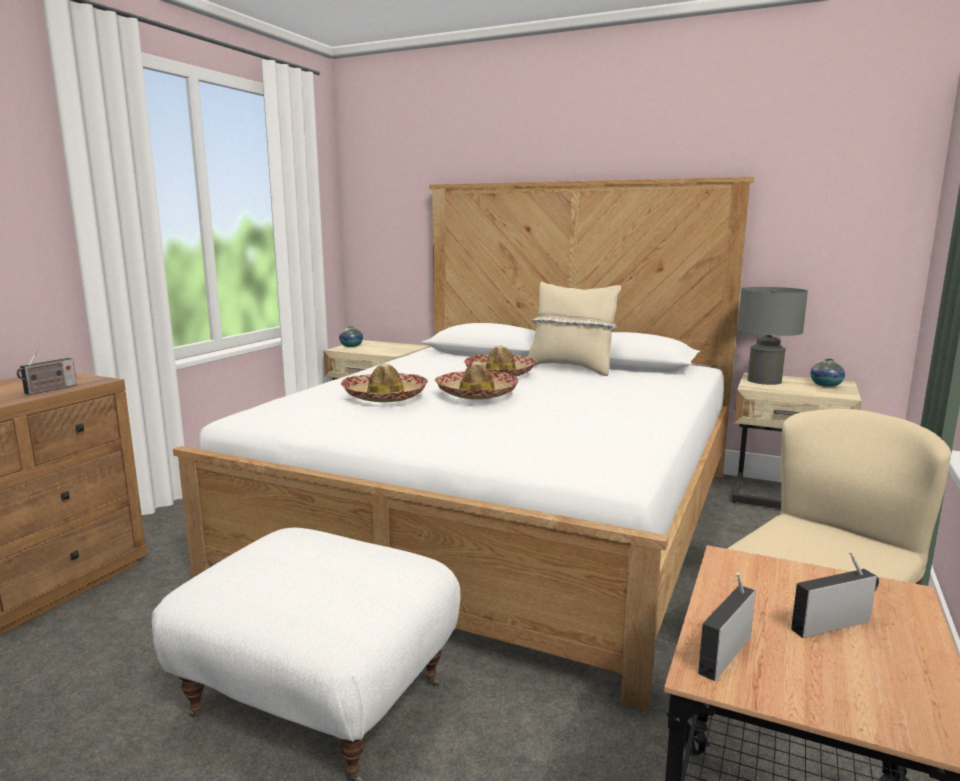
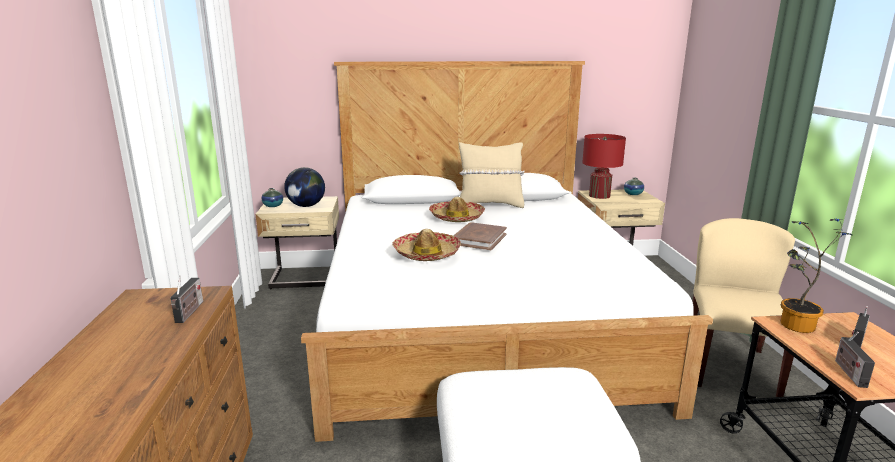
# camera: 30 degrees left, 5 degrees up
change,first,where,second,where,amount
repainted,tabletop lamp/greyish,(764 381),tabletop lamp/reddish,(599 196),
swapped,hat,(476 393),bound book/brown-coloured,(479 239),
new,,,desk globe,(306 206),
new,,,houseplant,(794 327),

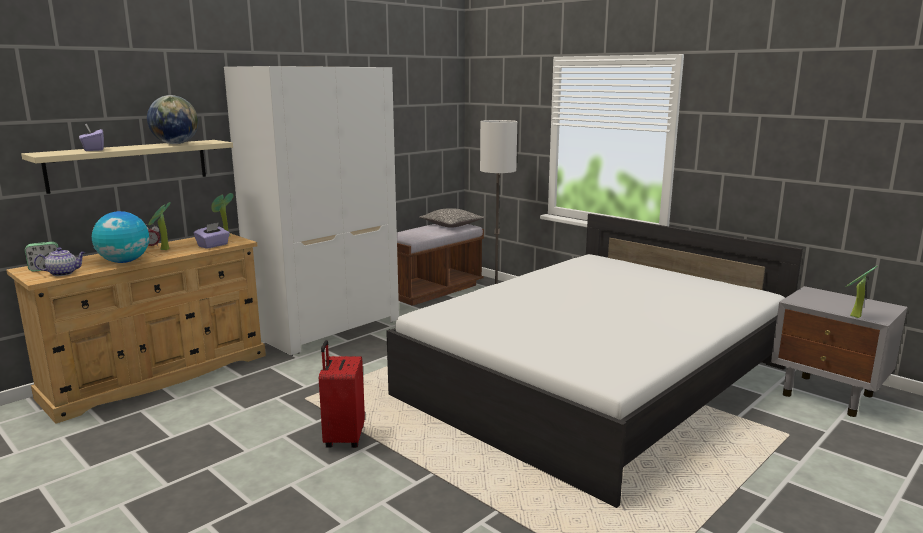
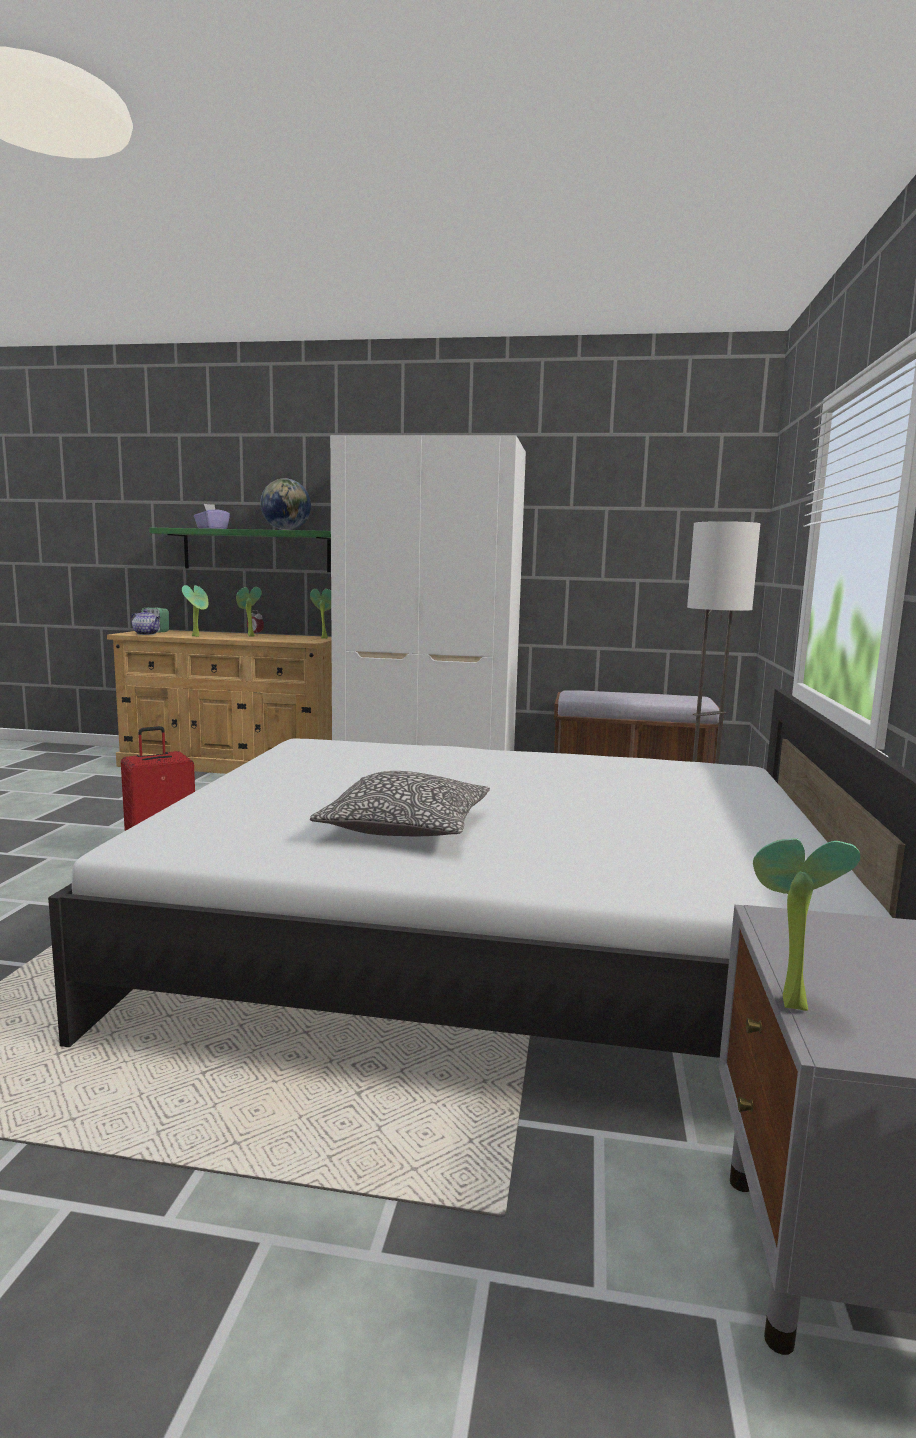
# camera: 55 degrees right, 5 degrees down
change,first,where,second,where,amount
repainted,shelf/beige-coloured,(129 165),shelf/greenish,(256 550),
shifted,cushion,(451 225),,(405 826),
swapped,desk globe,(124 262),houseplant,(197 636),
gone,box of tissues/purple-coloured,(213 245),,,

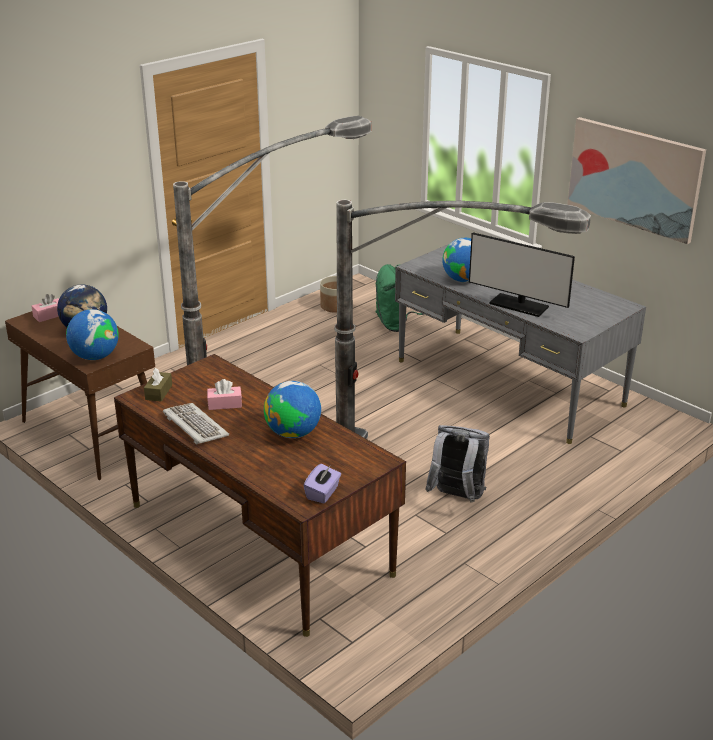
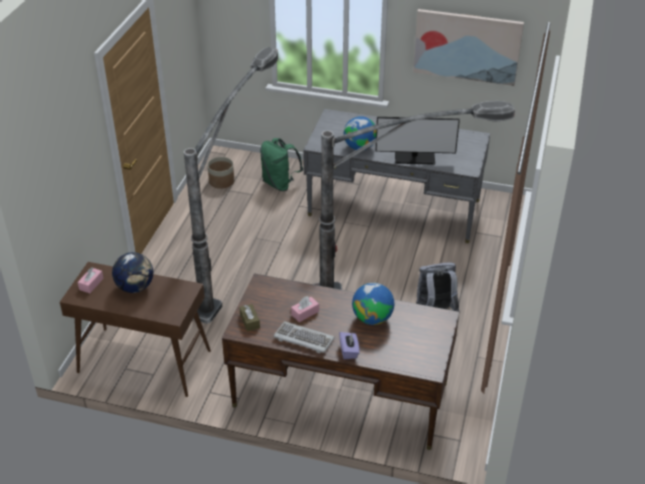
# camera: 30 degrees left, 10 degrees up
change,first,where,second,where,amount
gone,desk globe,(95 357),,,
shifted,box of tissues/purple-coloured,(323 493),,(349 351),

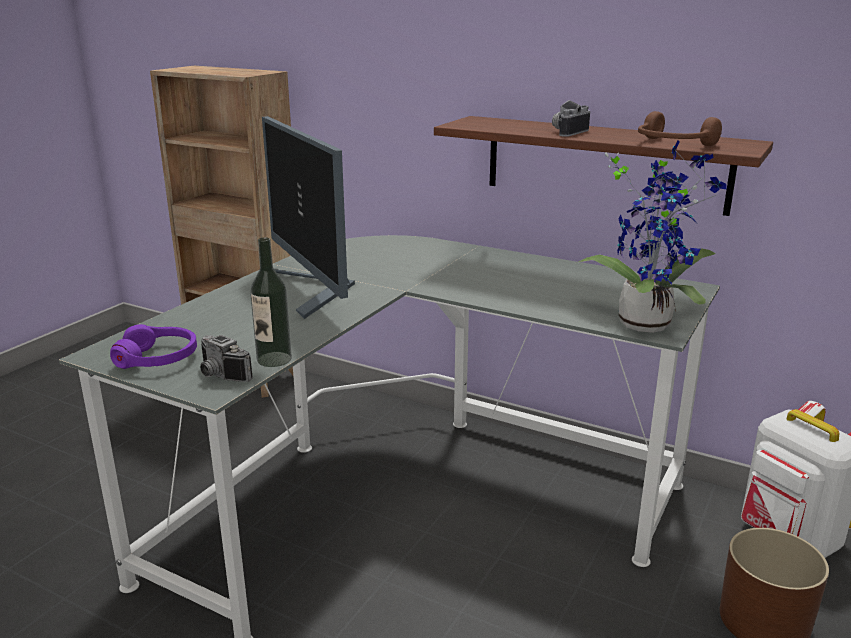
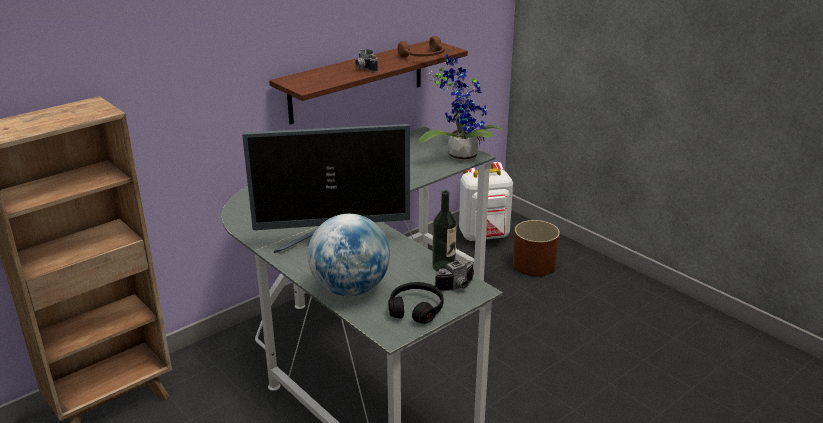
# camera: 70 degrees left, 5 degrees up
change,first,where,second,where,amount
repainted,headphones/purple-coloured,(158 358),headphones/blackish,(416 309),
new,,,desk globe,(350 289),

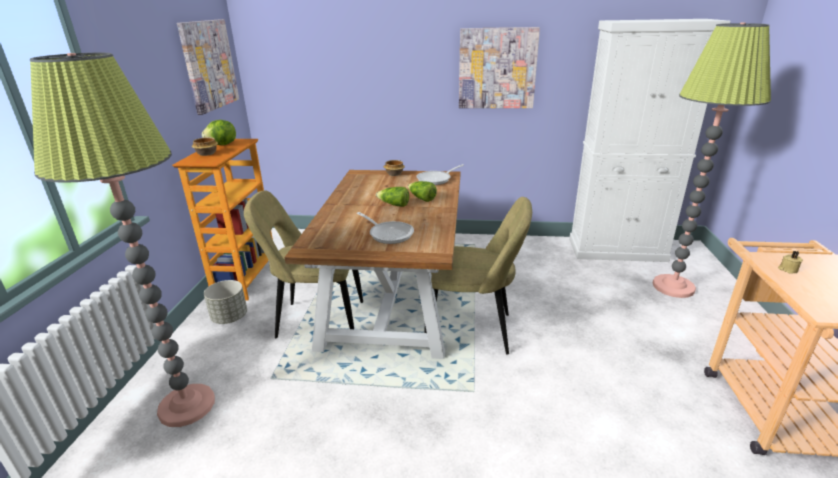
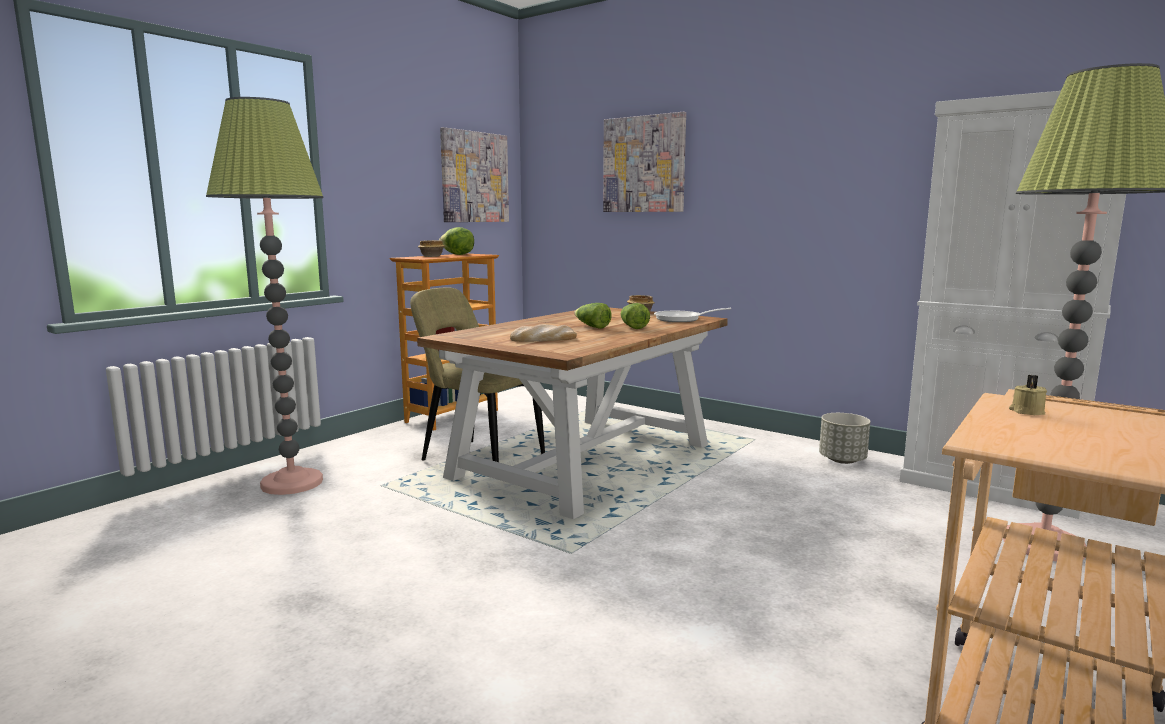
# camera: 30 degrees right, 15 degrees down
change,first,where,second,where,amount
shifted,wall art,(497 68),,(644 164),
gone,plain chair/beige-coloured,(473 330),,,
swapped,pan,(389 234),bread,(543 339),
shifted,flower pot/greyish,(230 317),,(842 460),

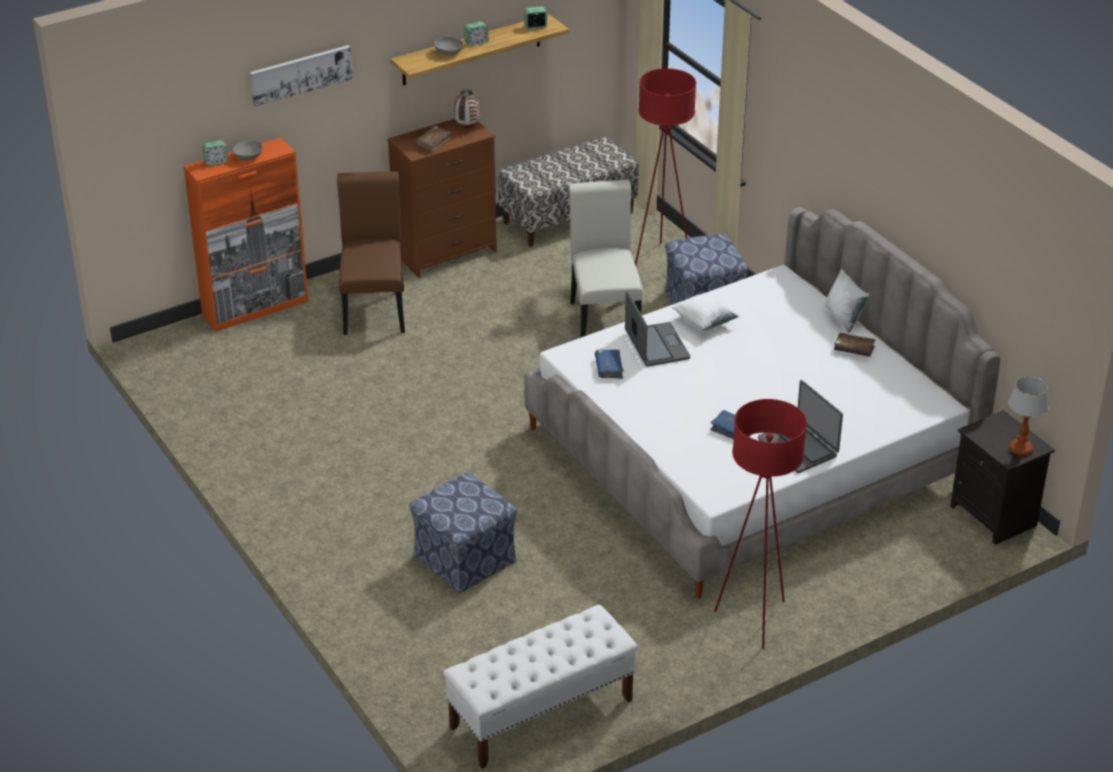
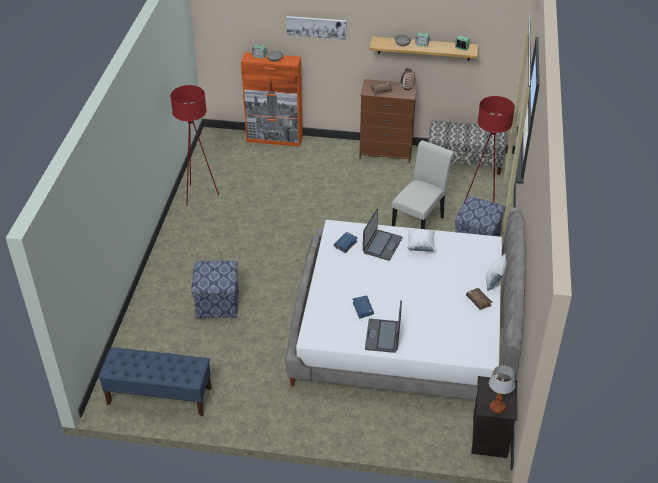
# camera: 40 degrees right, 5 degrees up
change,first,where,second,where,amount
gone,plain chair/brown-coloured,(374 308),,,
shifted,floor lamp/reddish,(755 620),,(199 195),
repainted,indoor bench/whitish,(541 714),indoor bench/bluish,(159 396),

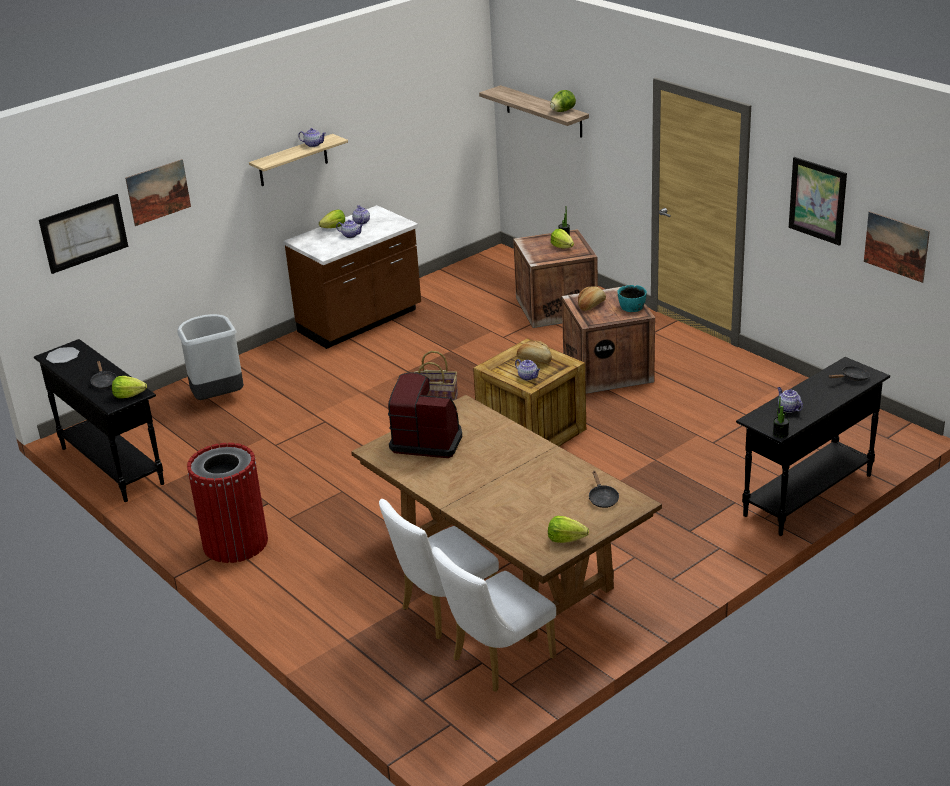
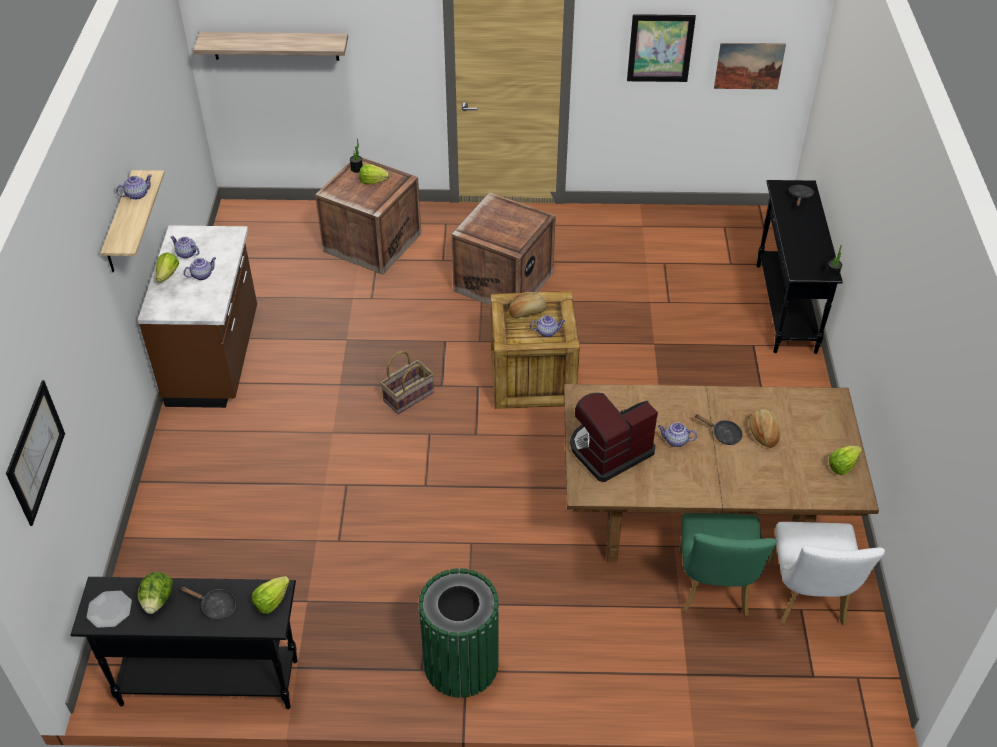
# camera: 50 degrees left, 15 degrees up
change,first,where,second,where,amount
shifted,lettuce,(562 111),,(157 600),
gone,wall art,(158 192),,,
gone,bowl/turquoise,(632 307),,,
shifted,bread,(591 305),,(763 433),
gone,trash can/greyish,(217 397),,,
shifted,pot for tea,(788 408),,(675 441),
repainted,trash can/reddish,(235 543),trash can/greenish,(461 664),
shifted,pan/blackish,(602 498),,(723 434),
repainted,plain chair/whitish,(443 611),plain chair/greenish,(714 589),

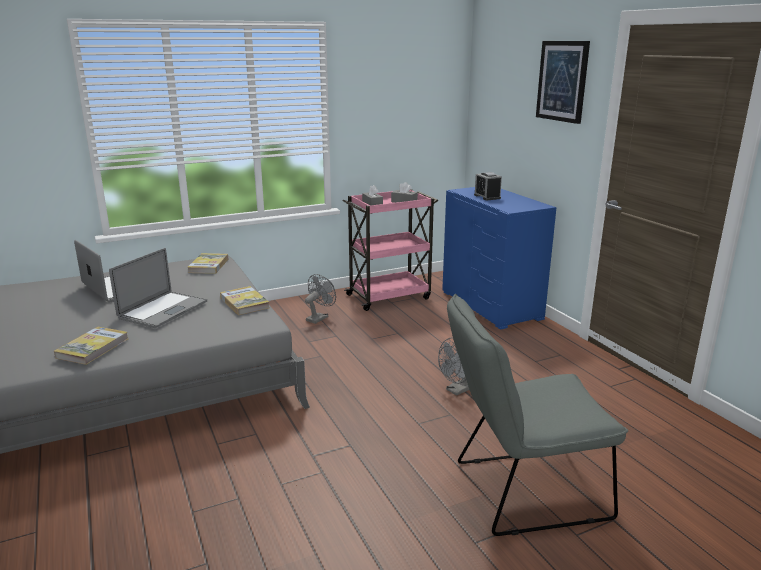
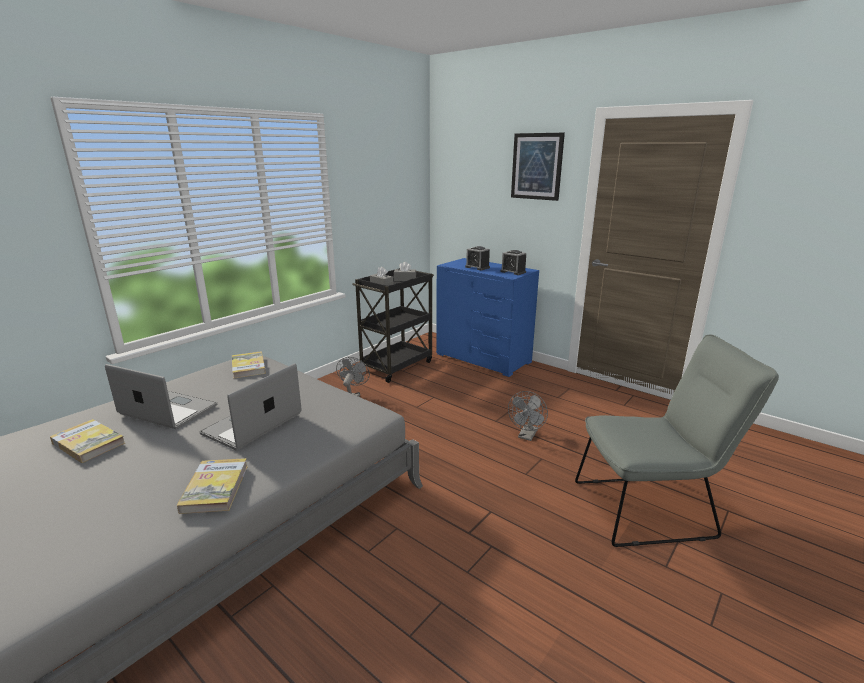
# camera: 25 degrees left, 0 degrees up
change,first,where,second,where,amount
repainted,cart/pinkish,(390 296),cart/blackish,(397 366),
rotated,portable computer,(163 310),,(253 424),150 degrees counterclockwise
shifted,bound book,(244 303),,(88 443),
rotated,plain chair/greyish,(520 491),,(651 509),150 degrees counterclockwise
new,,,alarm clock,(513 272),

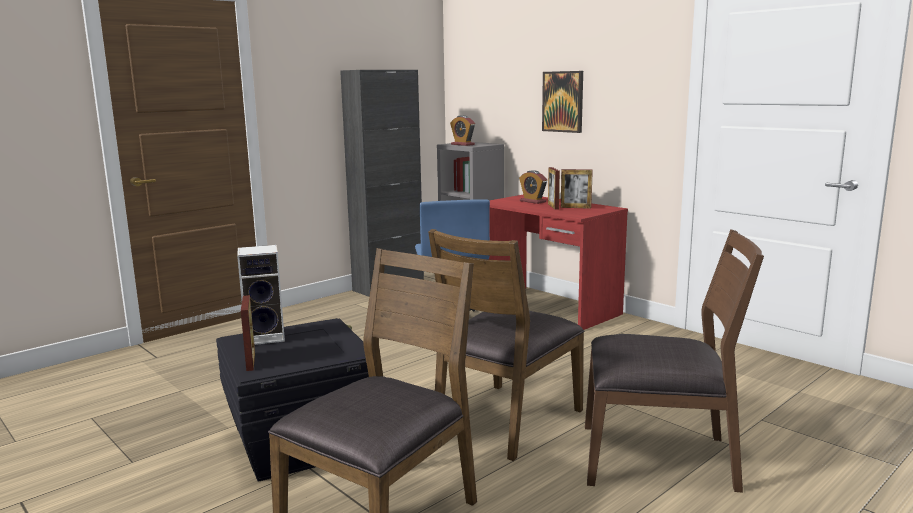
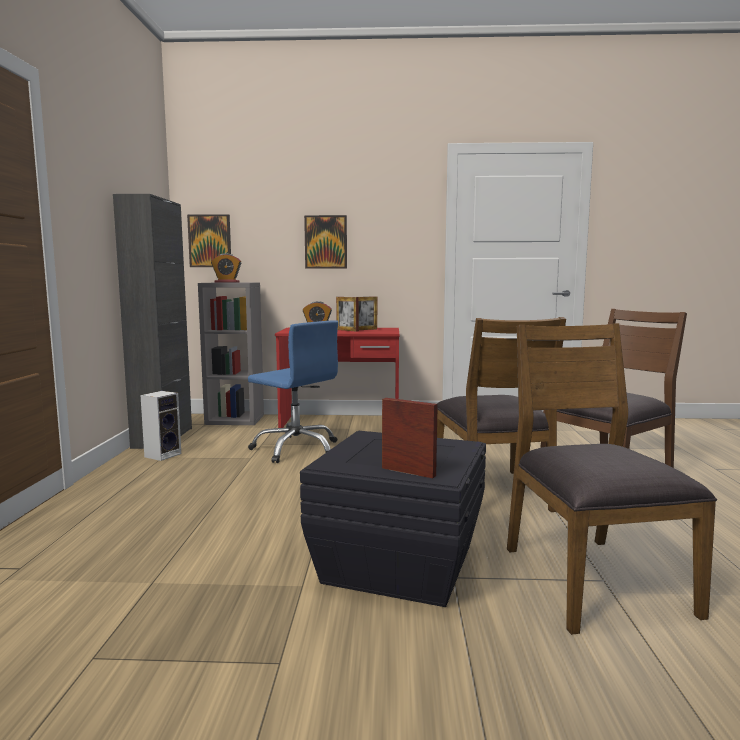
# camera: 45 degrees left, 5 degrees down
change,first,where,second,where,amount
shifted,audio speaker,(267 337),,(163 455),
new,,,wall art,(210 241),

